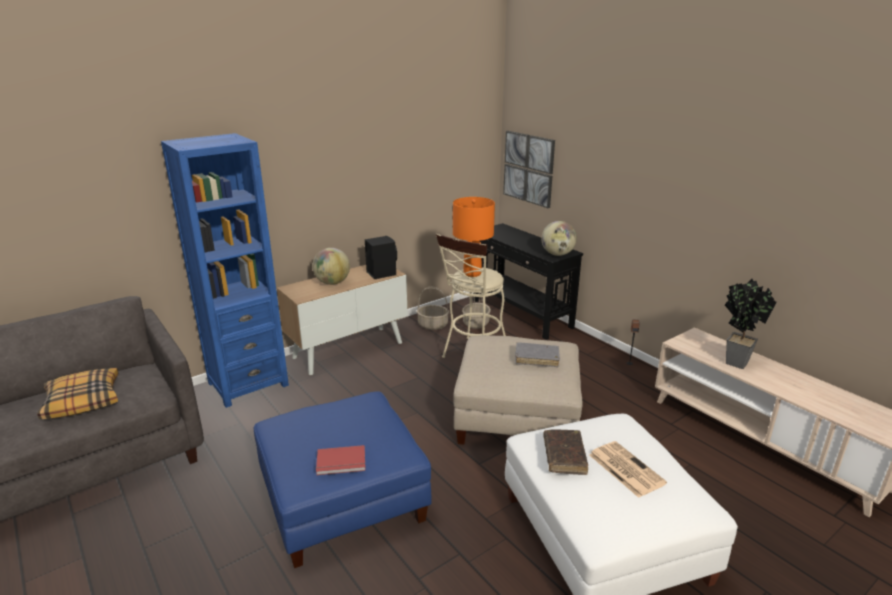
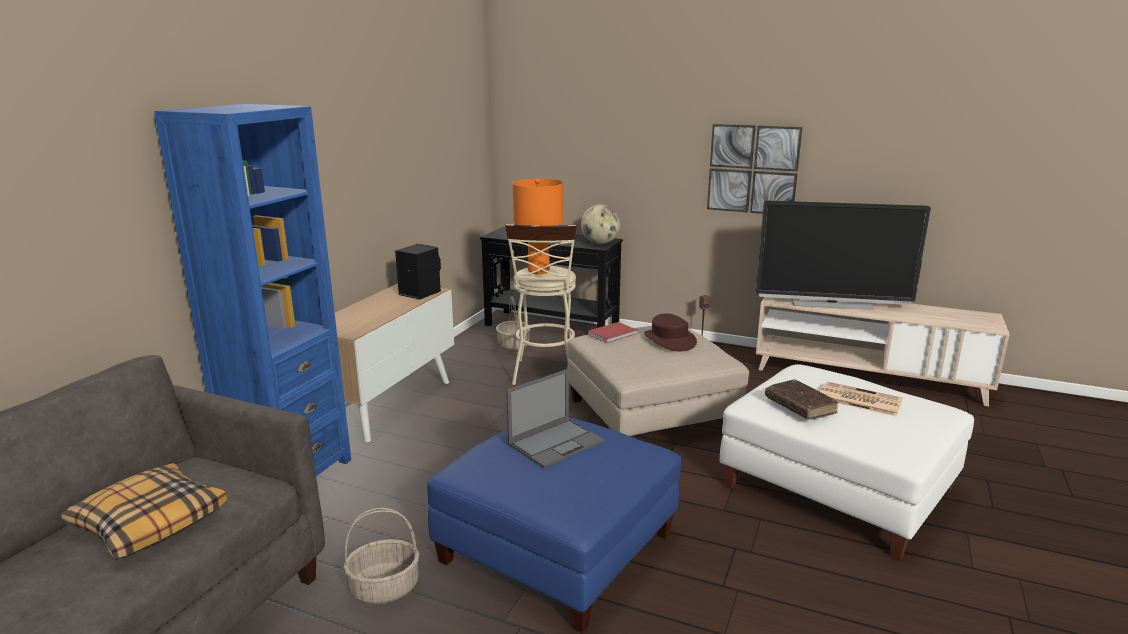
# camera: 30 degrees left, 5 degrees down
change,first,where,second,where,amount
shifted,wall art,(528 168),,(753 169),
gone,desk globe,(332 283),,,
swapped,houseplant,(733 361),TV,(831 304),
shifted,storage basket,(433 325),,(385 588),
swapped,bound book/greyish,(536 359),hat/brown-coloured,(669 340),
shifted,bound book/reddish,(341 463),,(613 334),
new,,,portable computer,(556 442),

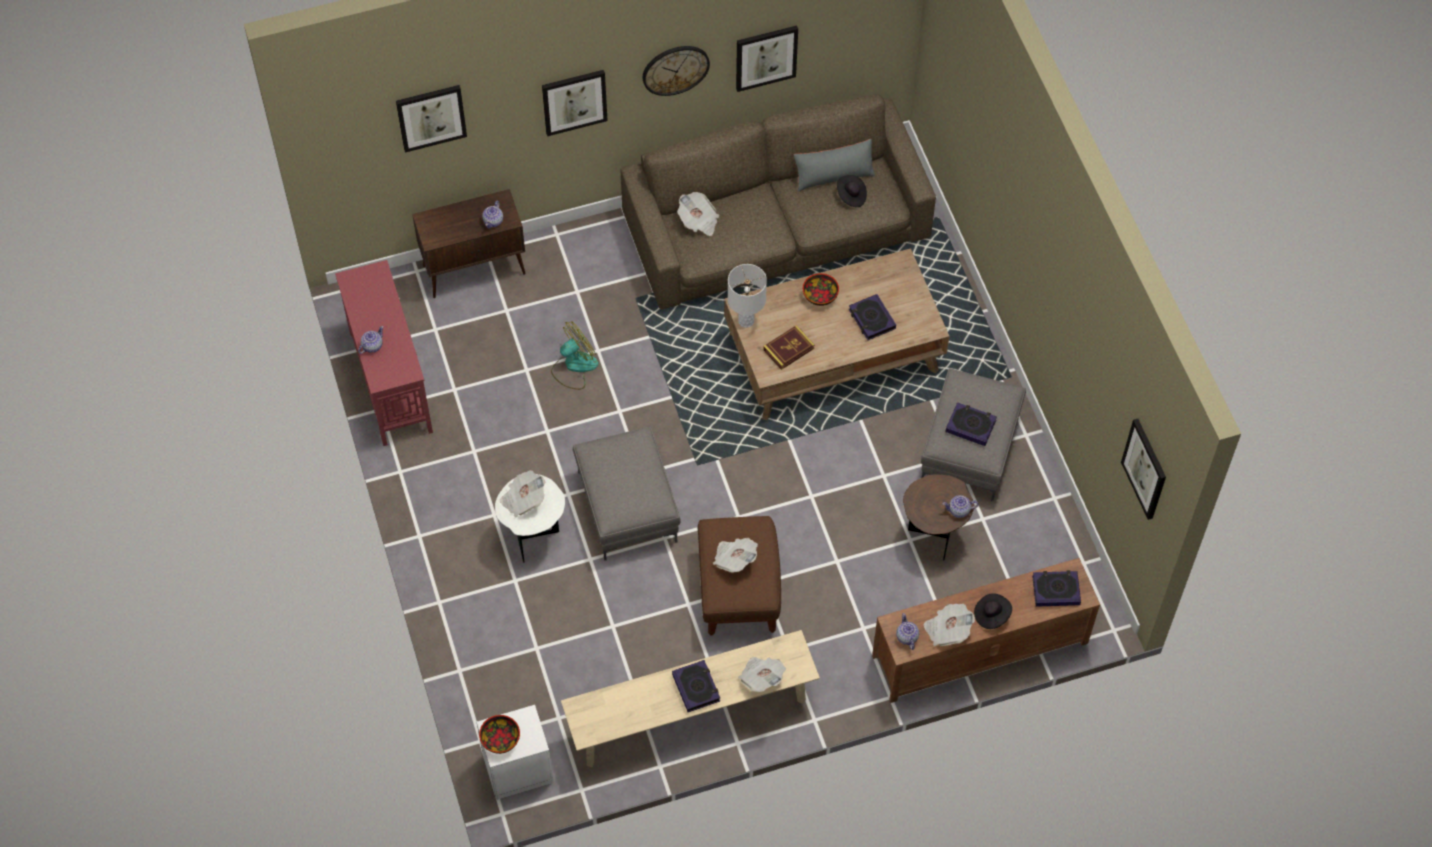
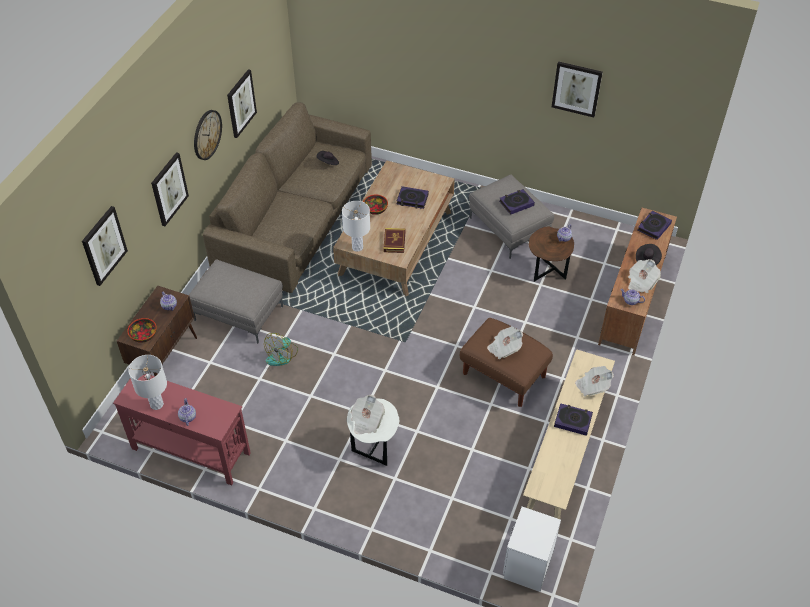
# camera: 50 degrees left, 10 degrees down
change,first,where,second,where,amount
gone,cushion/greyish,(833 175),,,
gone,newspaper,(698 221),,,
rotated,fan,(574 366),,(282 355),150 degrees counterclockwise
shifted,wall art,(1145 468),,(576 88),
shifted,footrest/greyish,(625 506),,(238 313),
shifted,bowl,(501 739),,(144 335),
new,,,tabletop lamp/whitish,(156 404),

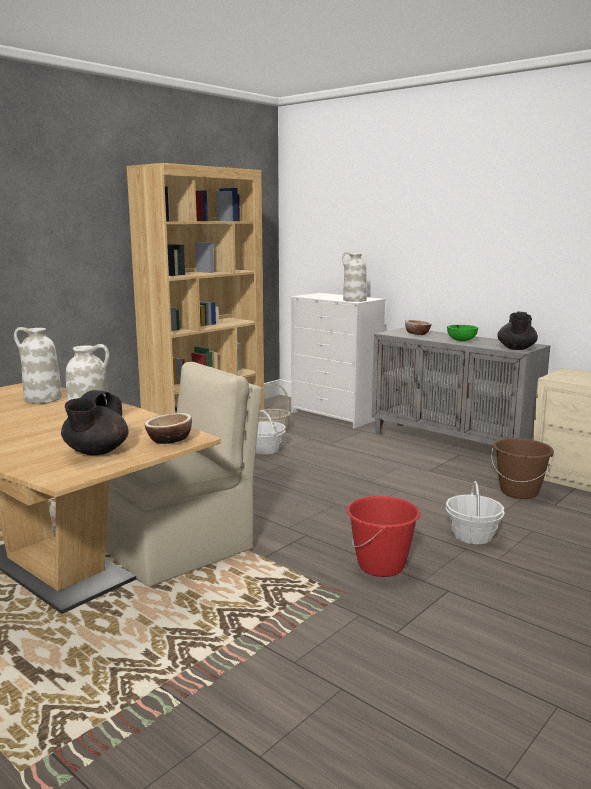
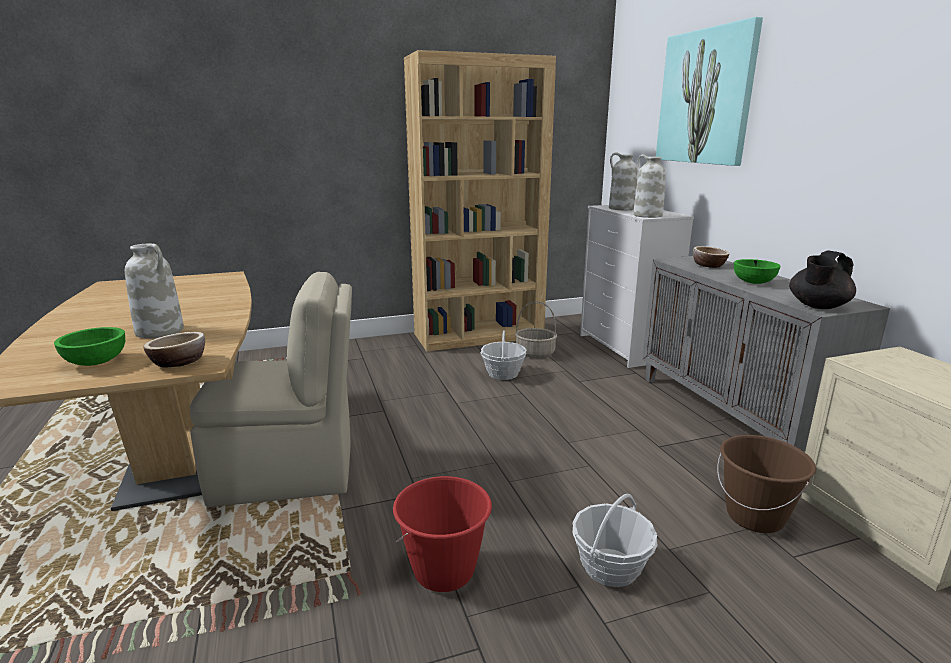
# camera: 30 degrees right, 5 degrees up
change,first,where,second,where,amount
shifted,decorative vase/whitish,(42 399),,(621 208),
swapped,pot for tea/blackish,(95 452),bowl/greenish,(95 362),
new,,,wall art,(706 97),

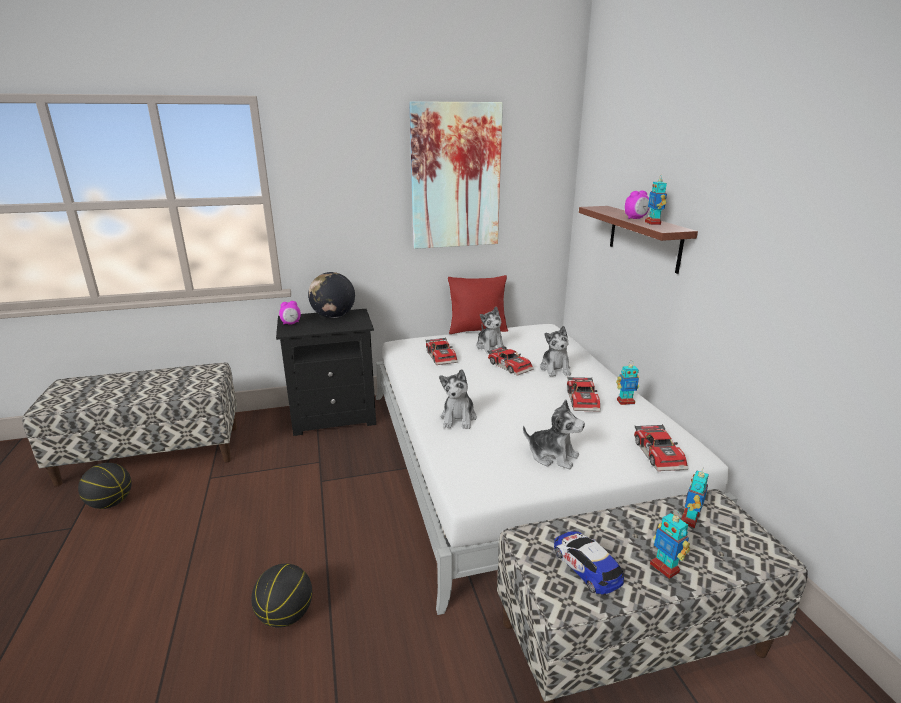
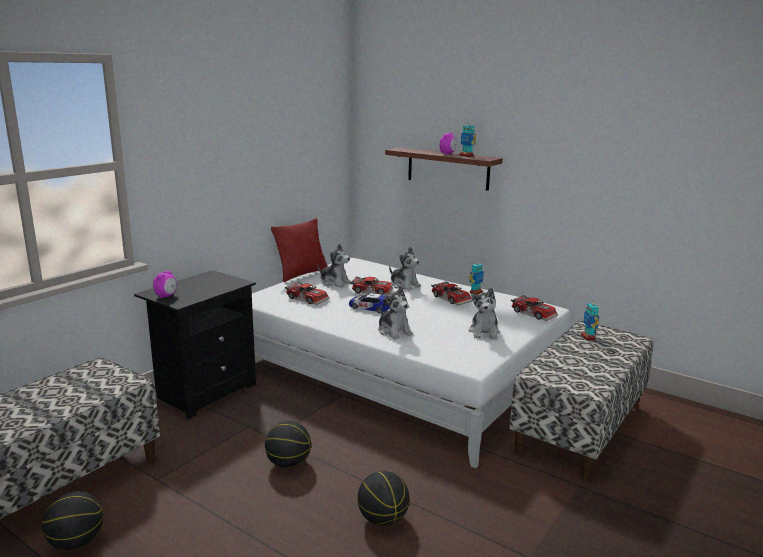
# camera: 40 degrees left, 5 degrees down
change,first,where,second,where,amount
gone,wall art,(455 177),,,
gone,desk globe,(333 316),,,
rotated,soft toy,(552 456),,(484 332),105 degrees clockwise
gone,robot figure,(665 568),,,
shifted,model car,(586 565),,(369 307),
new,,,basketball,(288 463),

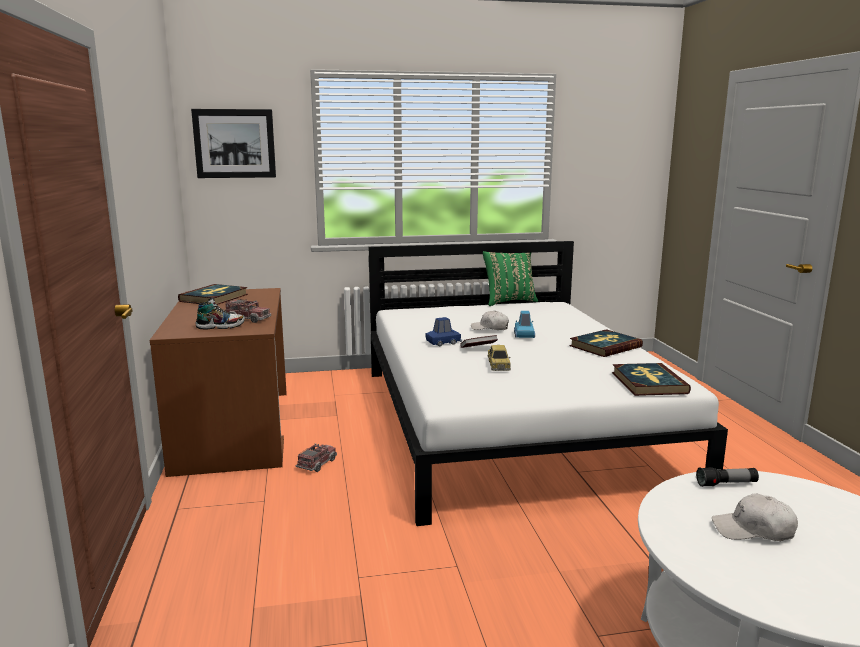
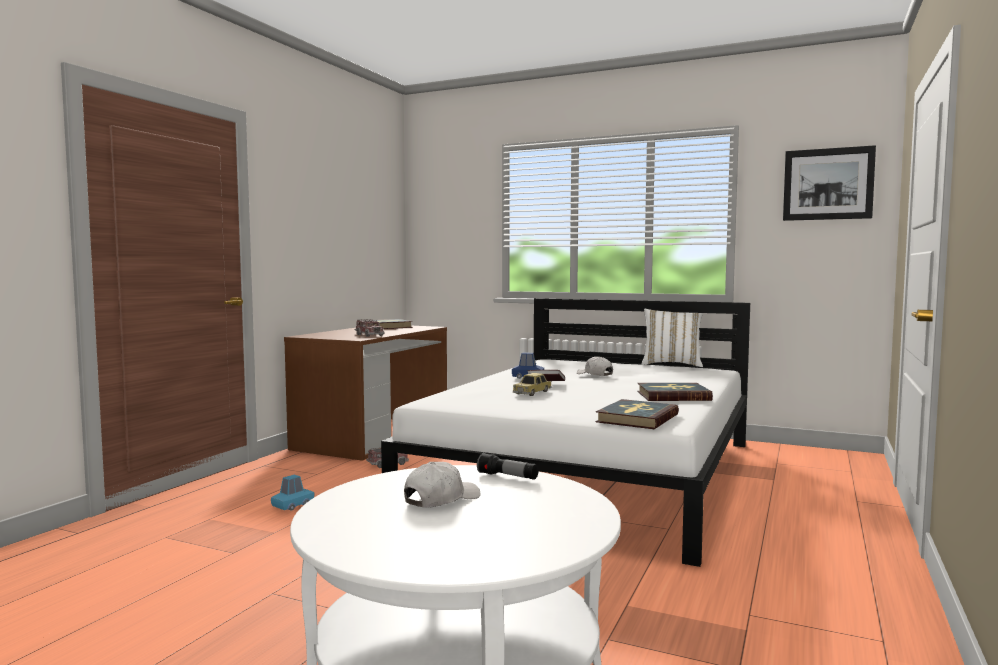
# camera: 35 degrees right, 10 degrees down
change,first,where,second,where,amount
shifted,wall art,(234 143),,(828 184),
repainted,cushion/greenish,(509 301),cushion/whitish,(671 364),
gone,item of footwear,(220 326),,,
shifted,model car/bluish,(524 335),,(293 505),
rotated,peaked cap/whitish,(753 530),,(441 499),90 degrees clockwise

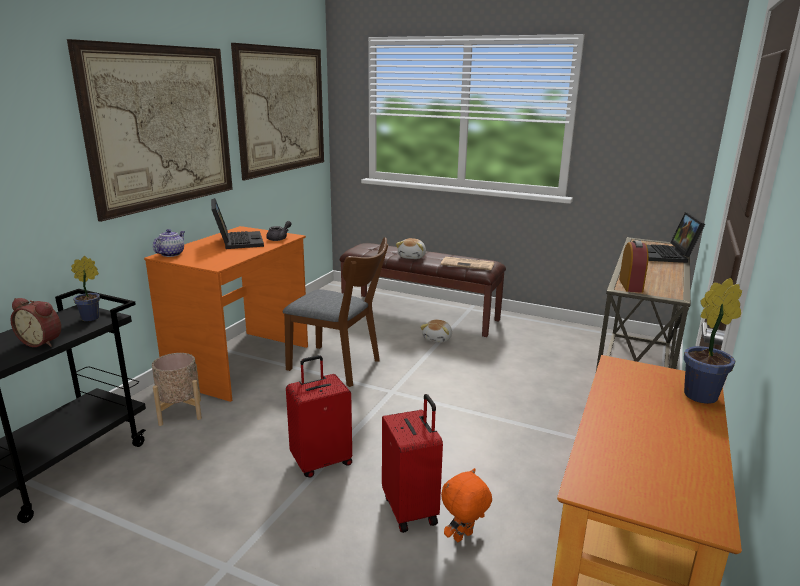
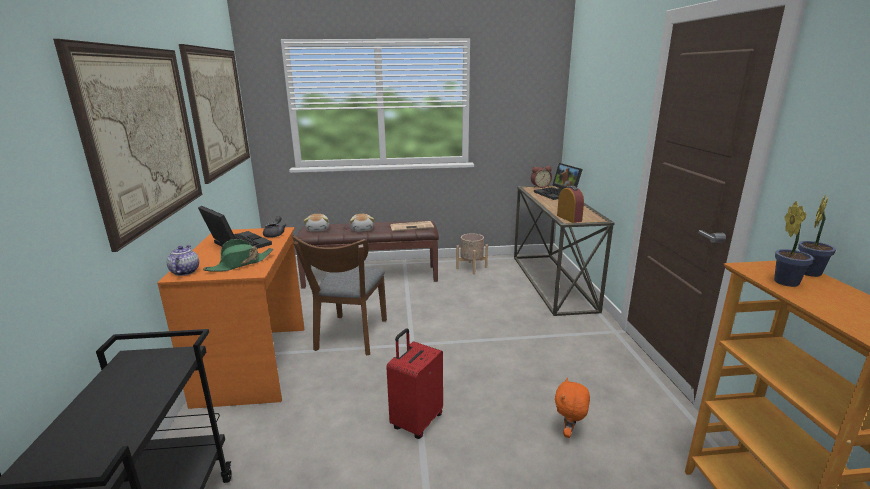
# camera: 30 degrees left, 0 degrees up
change,first,where,second,where,amount
rotated,plain chair/brown-coloured,(340 366),,(350 337),105 degrees clockwise
shifted,houseplant,(93 317),,(784 281),
shifted,alarm clock,(42 342),,(540 186),
shifted,soft toy,(438 339),,(318 229),
shifted,flower pot/beige-coloured,(180 412),,(471 268),
gone,travel case/reddish,(411 509),,,
new,,,hat/greenish,(240 264),

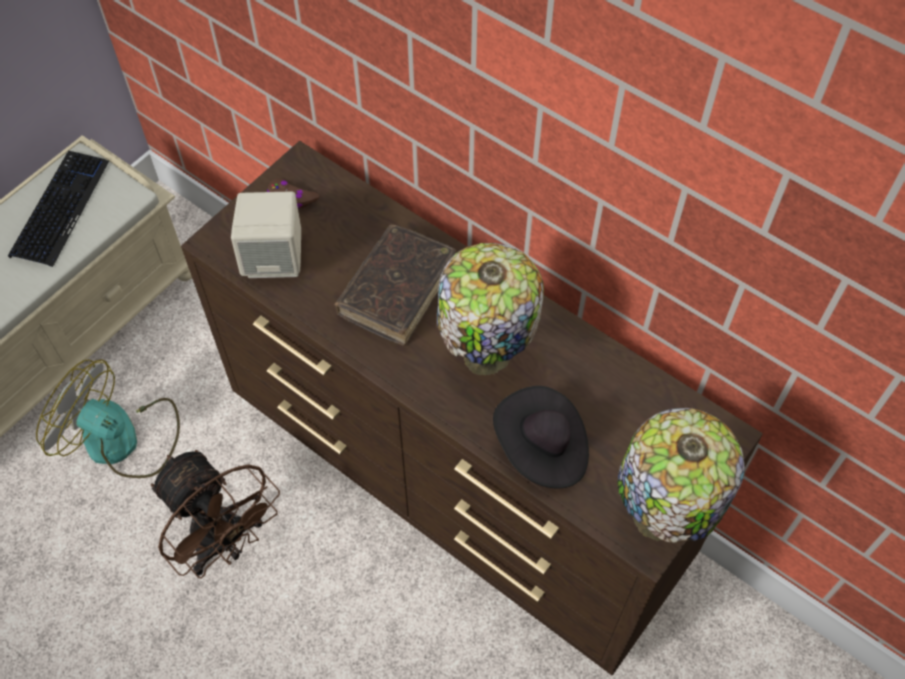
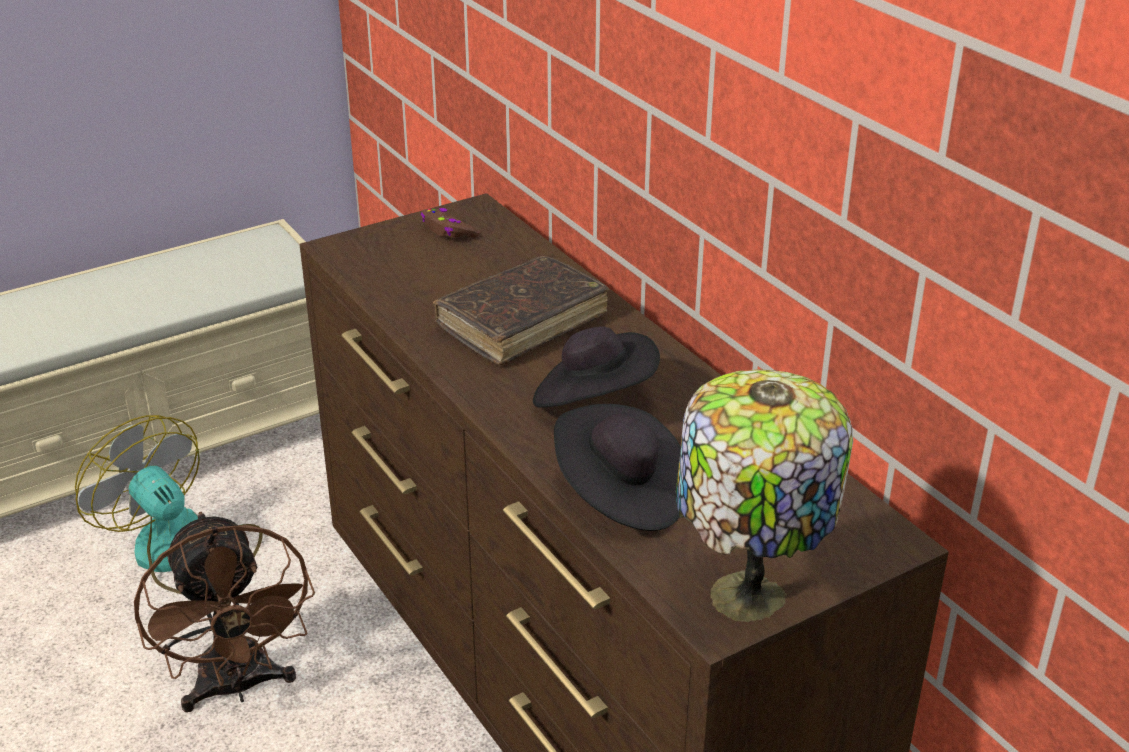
# camera: 20 degrees right, 25 degrees down
change,first,where,second,where,amount
gone,PC keyboard,(60 209),,,
gone,audio speaker/beige-coloured,(274 259),,,
swapped,tabletop lamp,(484 360),hat/blackish,(594 400),

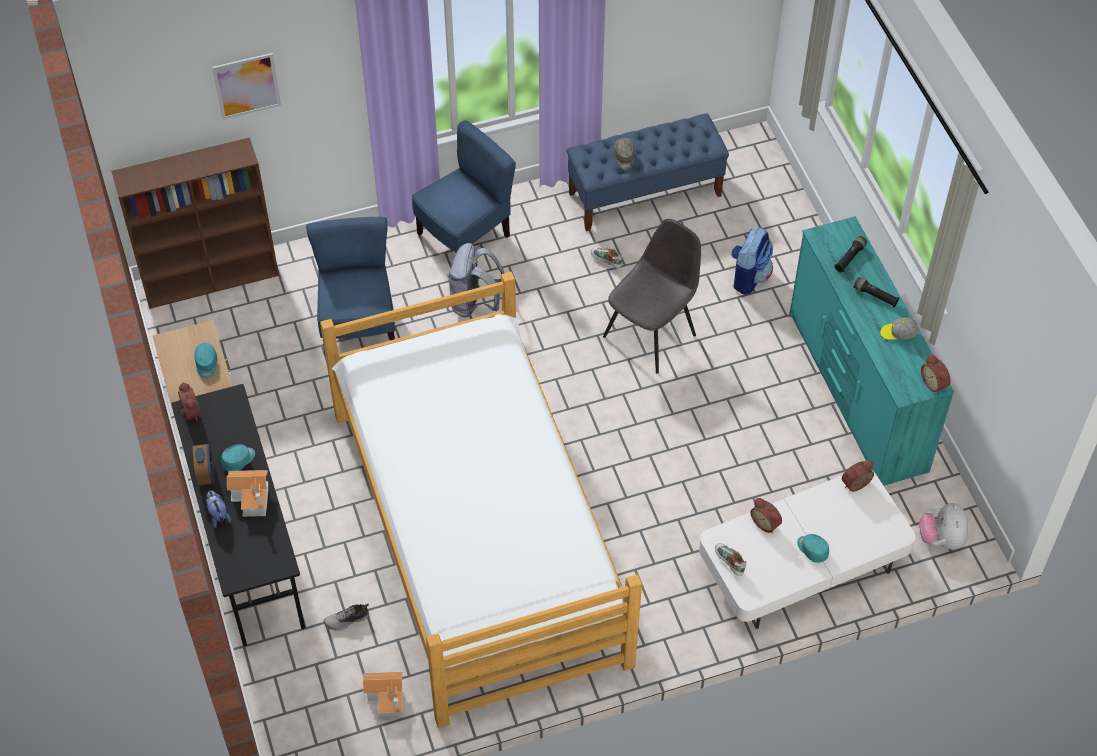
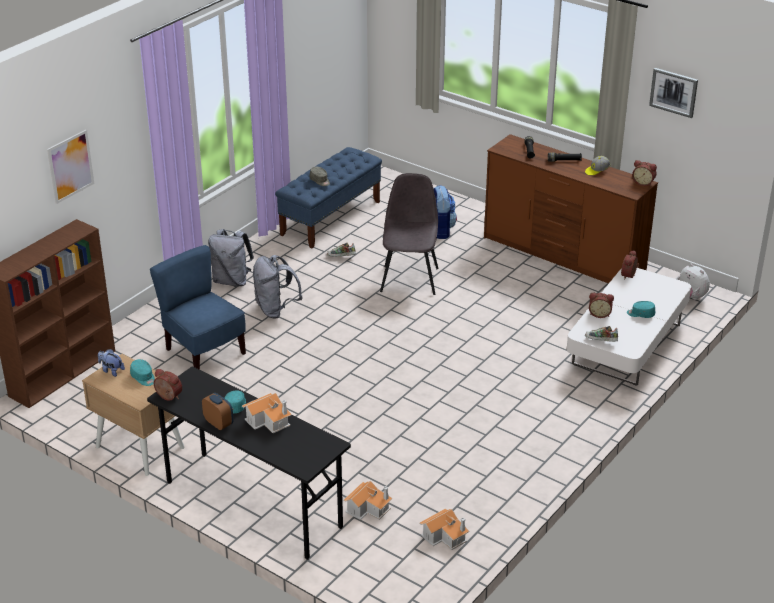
# camera: 35 degrees left, 20 degrees down
change,first,where,second,where,amount
swapped,plain chair/bluish,(465 236),knapsack/greyish,(232 281),
repainted,dresser/turquoise,(856 393),dresser/brown-coloured,(563 255),
gone,bedroom bed,(477 537),,,
shifted,soft toy,(218 515),,(111 370),
swapped,item of footwear,(347 620),model house,(368 508),
new,,,wall art,(674 92),

